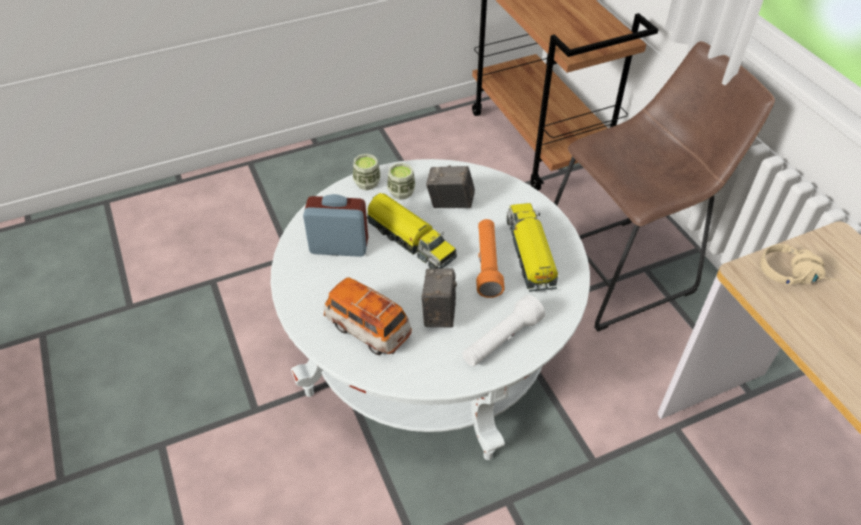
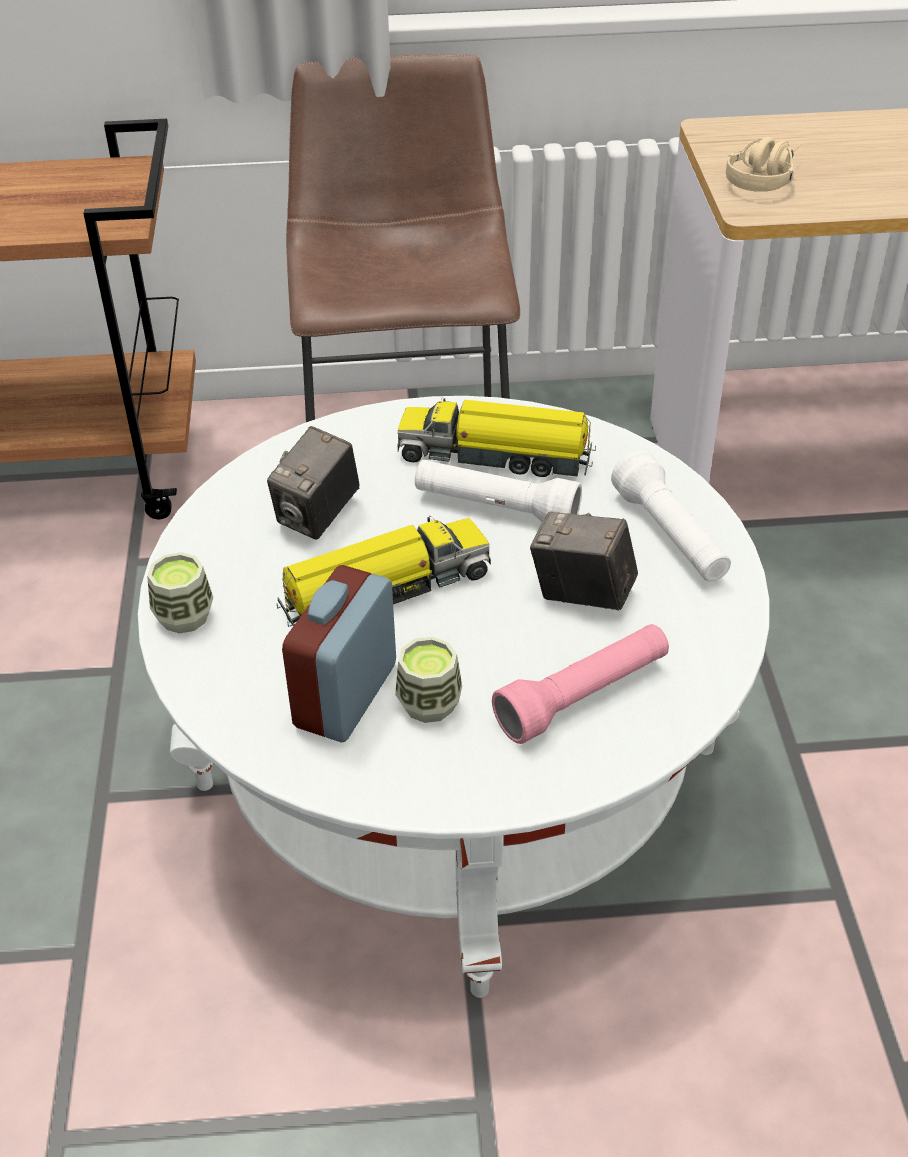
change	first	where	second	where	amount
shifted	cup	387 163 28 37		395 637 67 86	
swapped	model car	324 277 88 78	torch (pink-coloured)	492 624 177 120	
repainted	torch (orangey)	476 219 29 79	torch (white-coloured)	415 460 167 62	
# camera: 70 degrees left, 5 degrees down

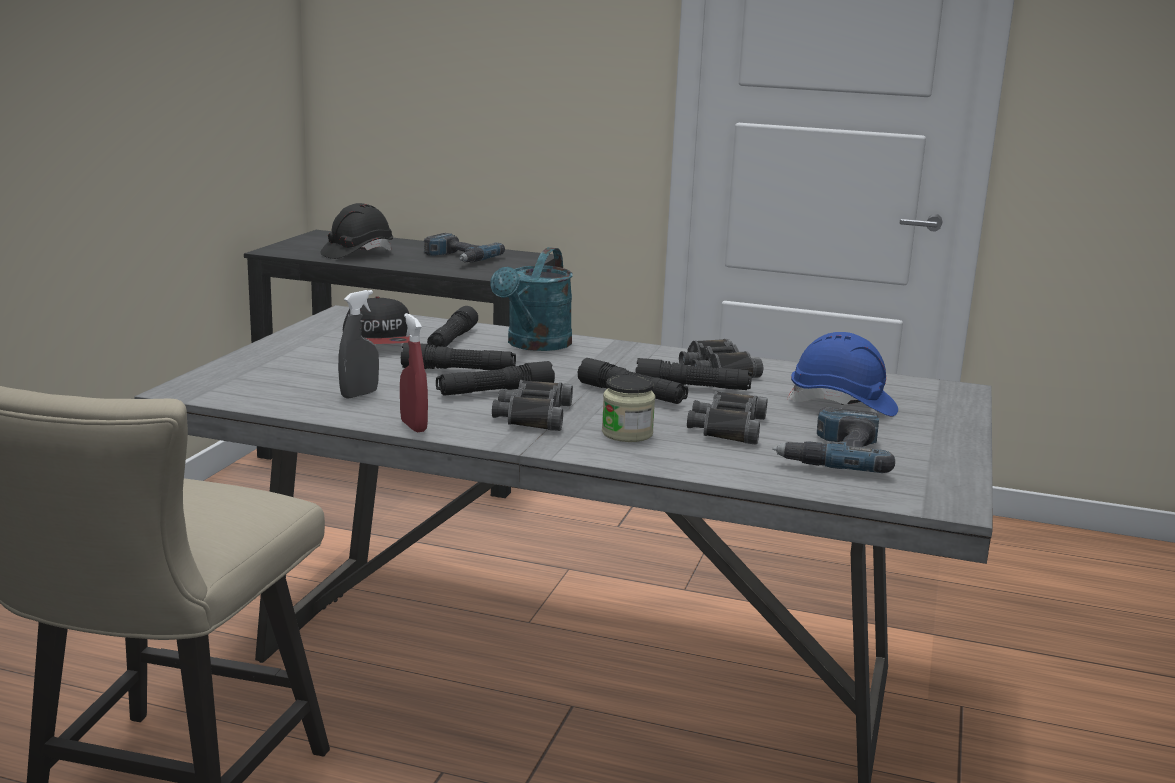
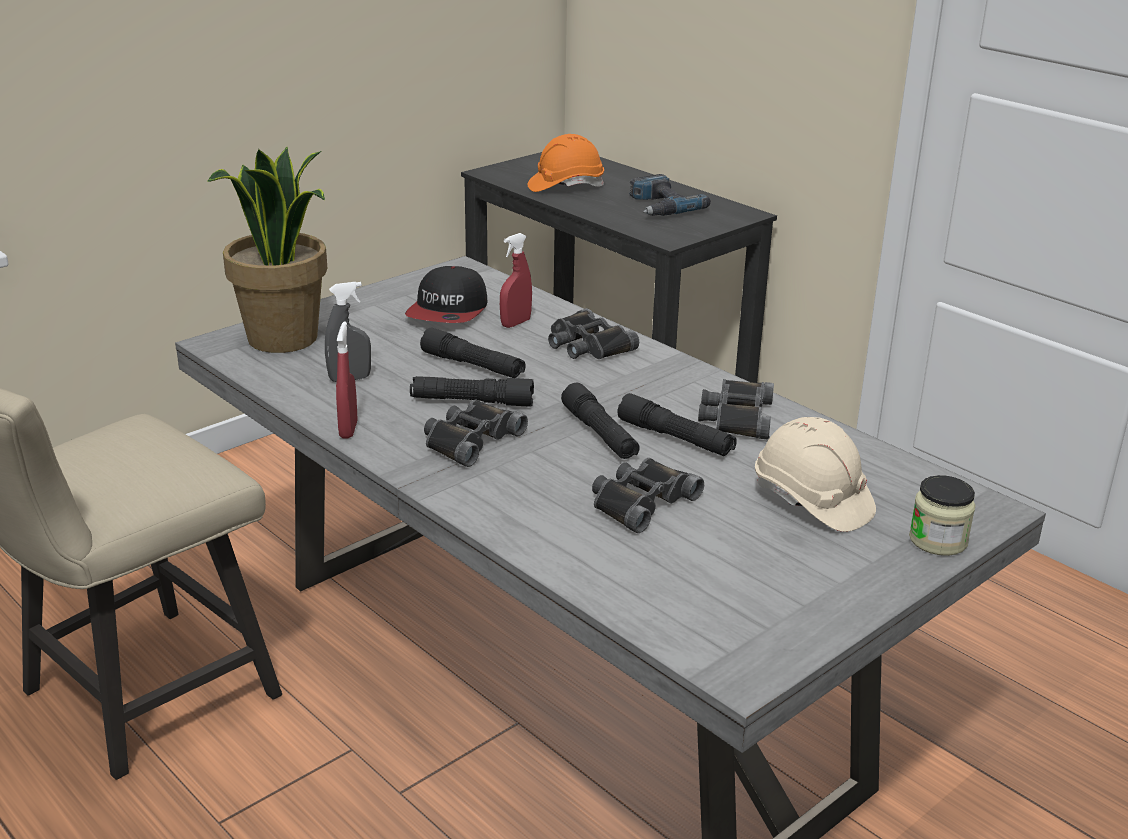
change	first	where	second	where	amount
gone	drill	772 407 123 66			
new			plant in a pot	207 147 120 206	
shifted	preserve jar	602 375 53 67		909 475 67 81	
swapped	torch (black)	427 306 51 42	spray bottle (reddish)	500 233 32 95	
swapped	sprinkling can (turquoise-coloured)	490 247 83 104	field glasses (black)	548 308 91 51	
repainted	safety helmet (black)	321 203 72 56	safety helmet (orangey)	527 134 77 58	
repainted	safety helmet (blue-coloured)	787 332 111 84	safety helmet (beige-coloured)	755 417 121 115	
# camera: 30 degrees right, 10 degrees up

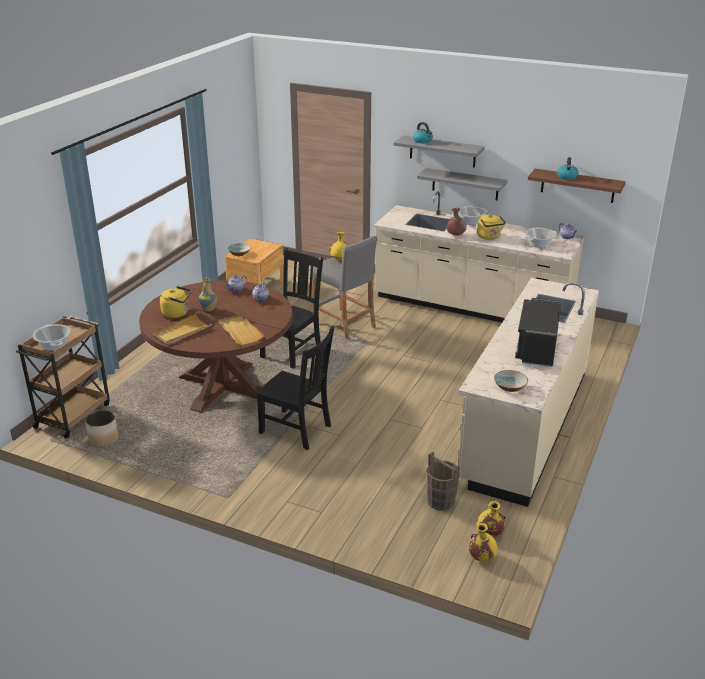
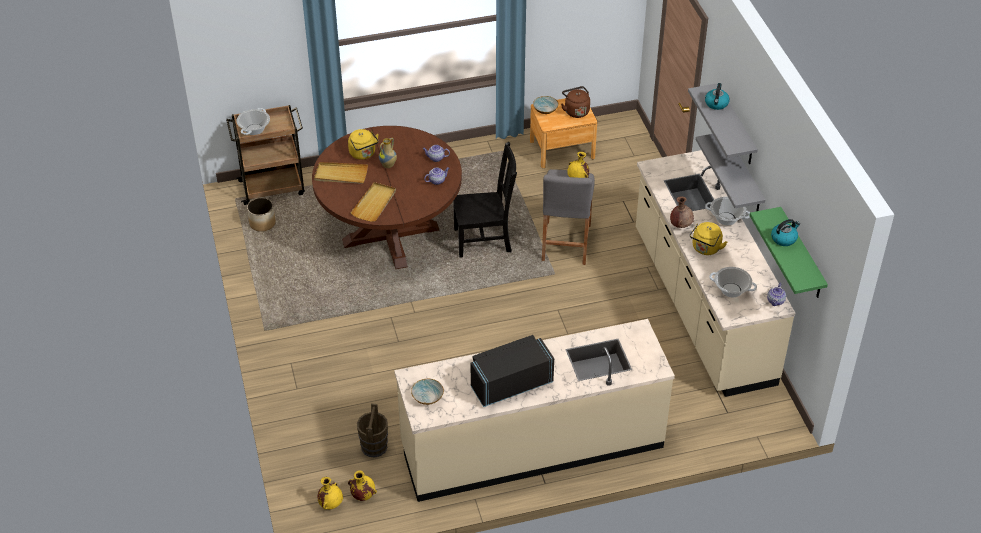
change	first	where	second	where	amount
gone	upright chair (black)	256 327 79 123			
new			kettle (brownish)	561 86 29 32	
repainted	bracket shelf (brownish)	528 169 98 34	bracket shelf (green)	749 207 79 91	
# camera: 50 degrees right, 15 degrees up

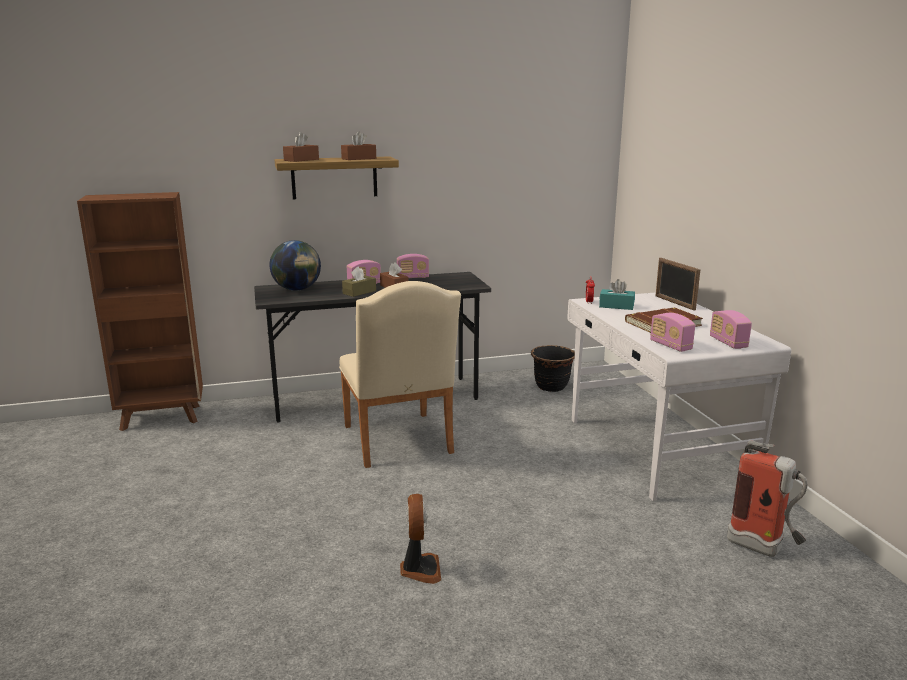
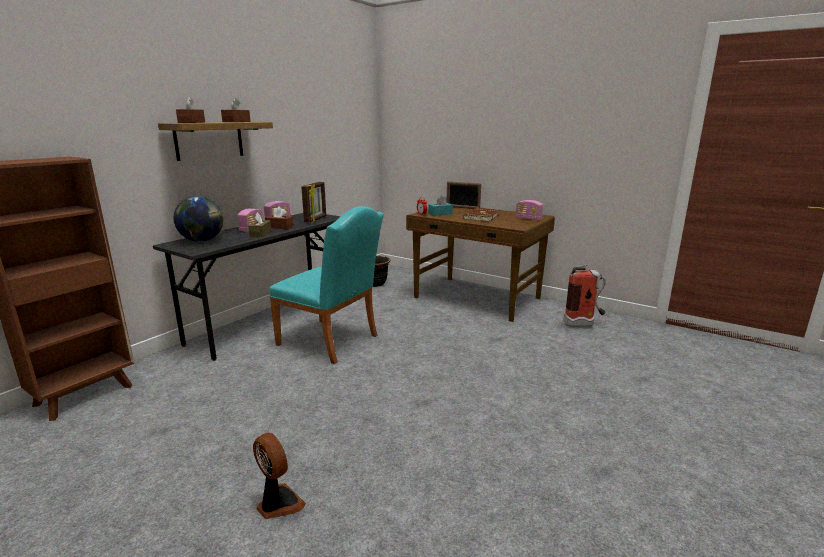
change	first	where	second	where	amount
gone	radio	650 313 45 39			
new			standing frame	301 182 25 41	
shifted	fan	400 494 41 90		253 433 53 86	
repainted	upright chair (beige-coloured)	339 281 122 187	upright chair (turquoise-coloured)	269 206 115 158	
repainted	desk (white-coloured)	567 292 224 209	desk (brownish)	406 207 149 115	
# camera: 40 degrees left, 0 degrees up

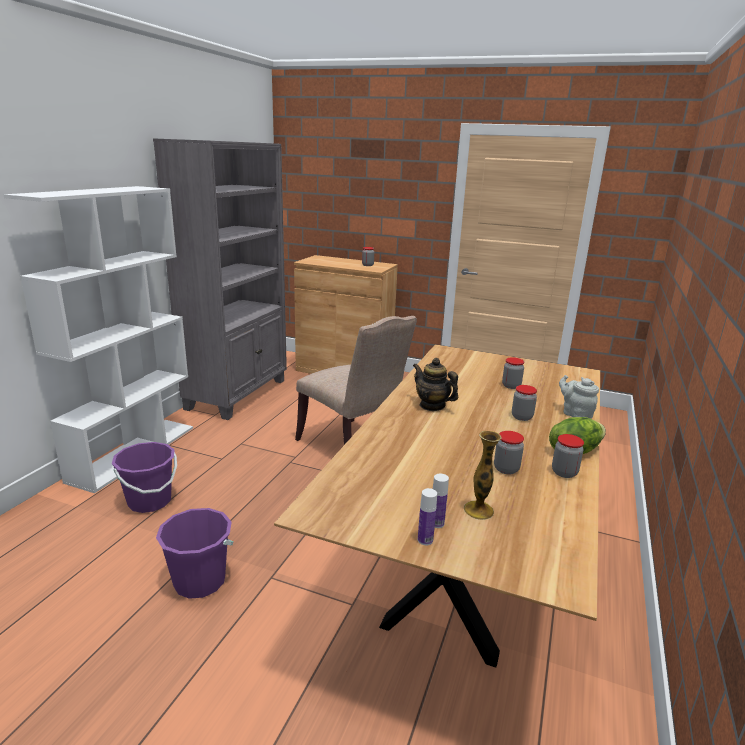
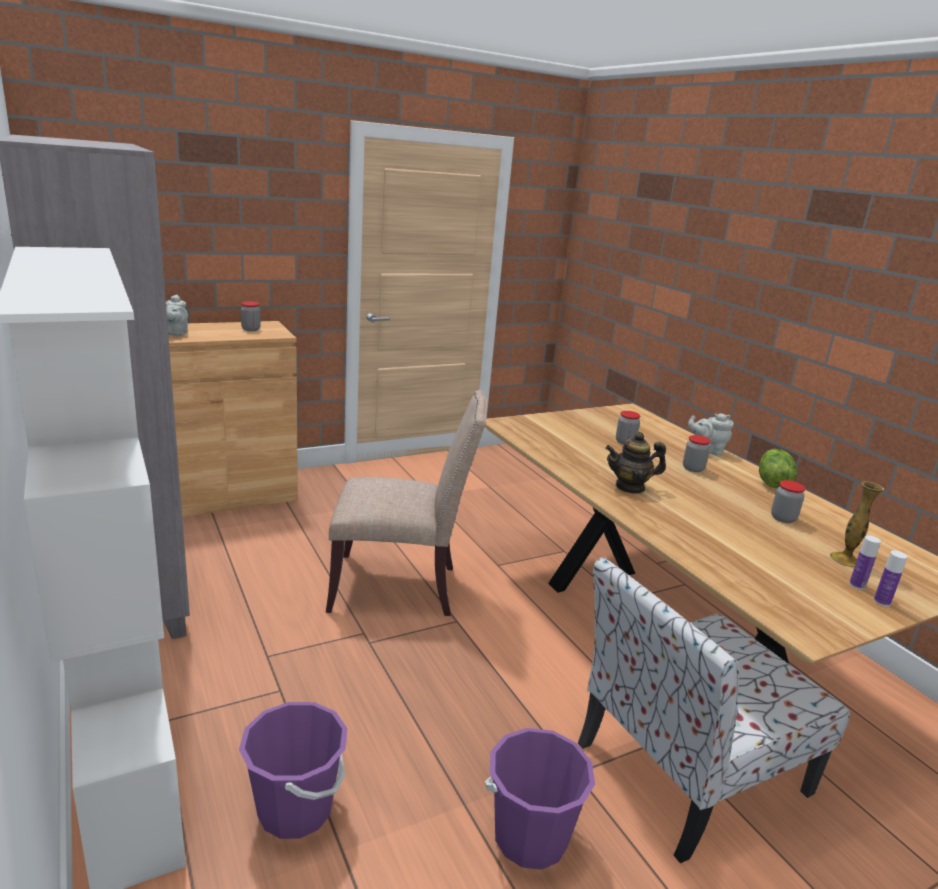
change	first	where	second	where	amount
gone	preserve jar	552 434 32 44			
new			tea pot (grey)	166 295 22 41	
new			upright chair	578 557 272 306	
# camera: 50 degrees left, 0 degrees up

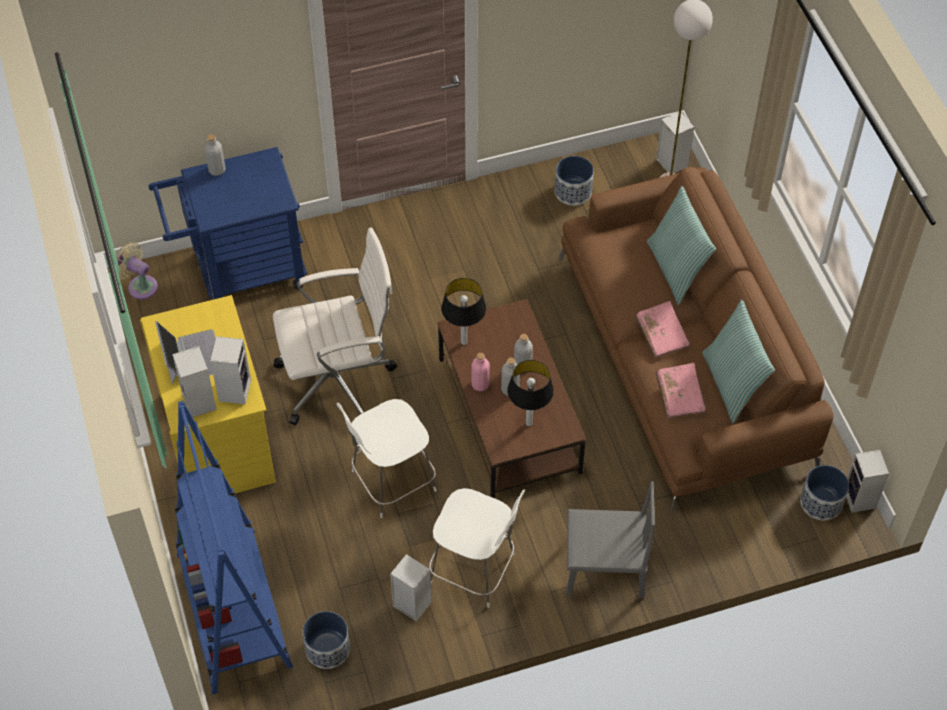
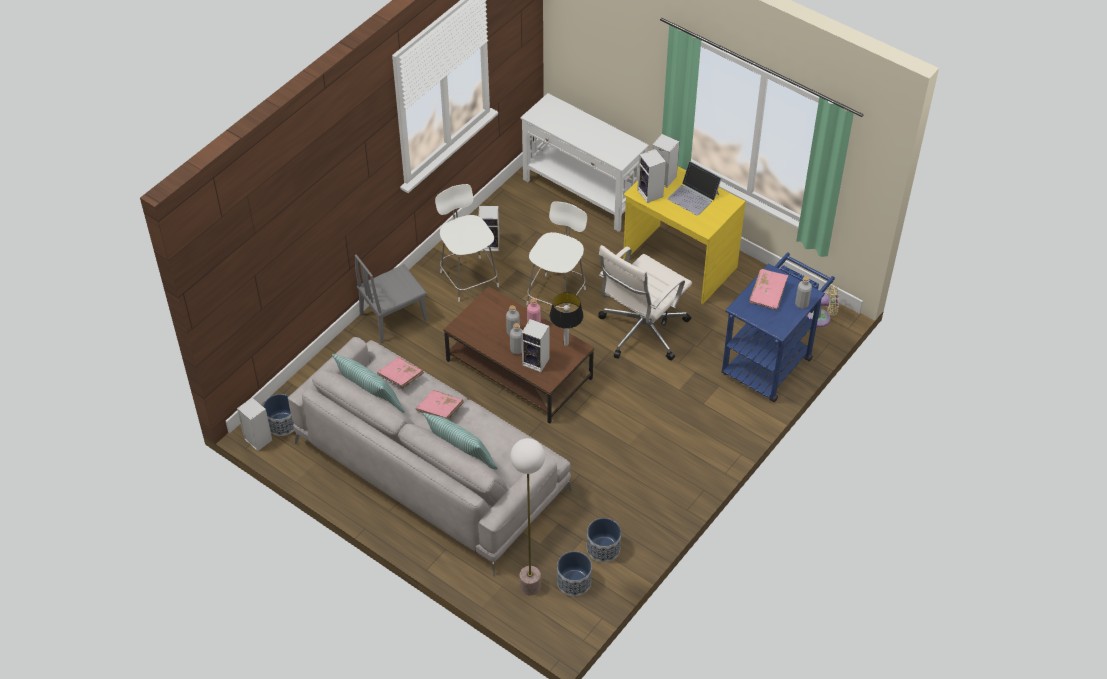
change	first	where	second	where	amount
gone	table lamp	507 360 47 66			
new			book (pink-coloured)	749 269 39 41	
shifted	planter	302 611 48 58		557 551 35 45	
shifted	loudspeaker	656 112 38 61		522 319 27 53	
swapped	bookshelf (blue-coloured)	175 401 118 293	hall table (white-coloured)	521 93 128 139	
repainted	settee (brownish)	559 167 275 346	settee (grey)	288 337 284 239	
rotated	upright chair (white-coloured)	429 488 96 120		435 184 64 118	75 degrees clockwise
# camera: 145 degrees right, 5 degrees down

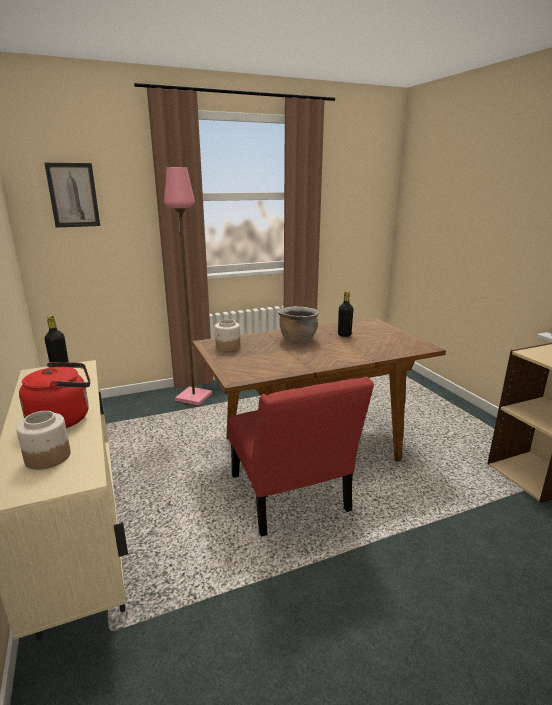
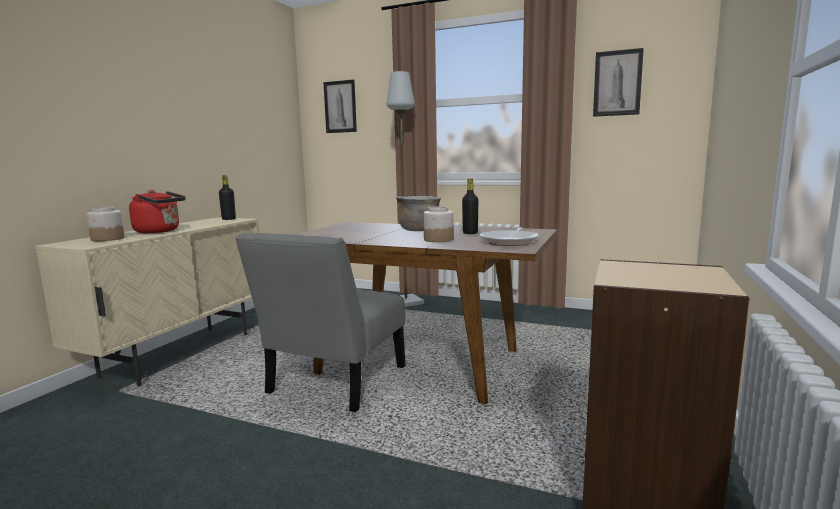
change	first	where	second	where	amount
new			frying pan	480 227 59 19	
new			wall art	593 48 51 69	
shifted	preserve jar	215 319 25 32		423 206 31 36	
repainted	floor lamp (pink-coloured)	164 167 48 238	floor lamp (grey)	386 71 38 236	
repainted	upright chair (reddish)	228 376 146 161	upright chair (grey)	235 233 170 179	
# camera: 45 degrees right, 10 degrees down

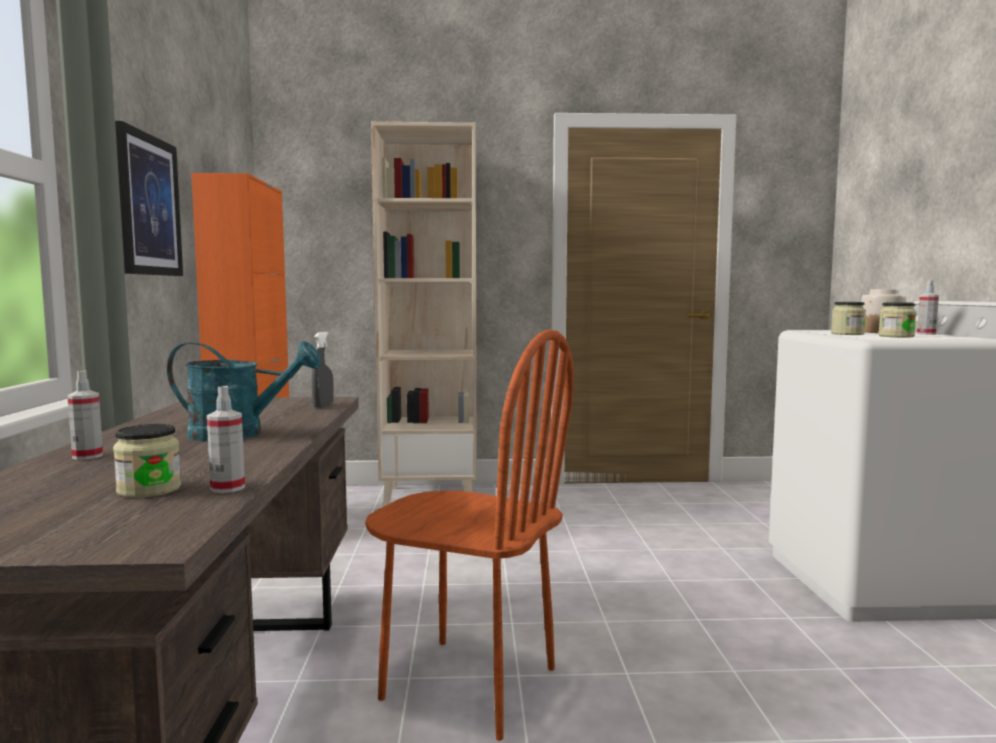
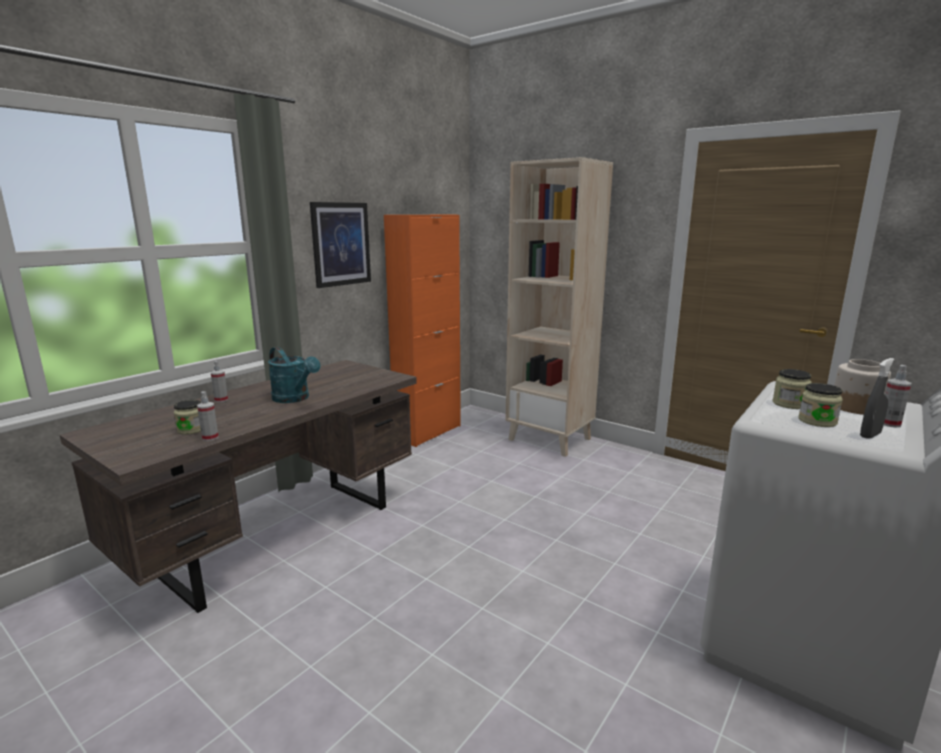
change	first	where	second	where	amount
gone	upright chair (brownish)	365 329 209 412			
shifted	spray bottle (grey)	311 332 23 76		860 358 35 81	
# camera: 40 degrees right, 10 degrees up

